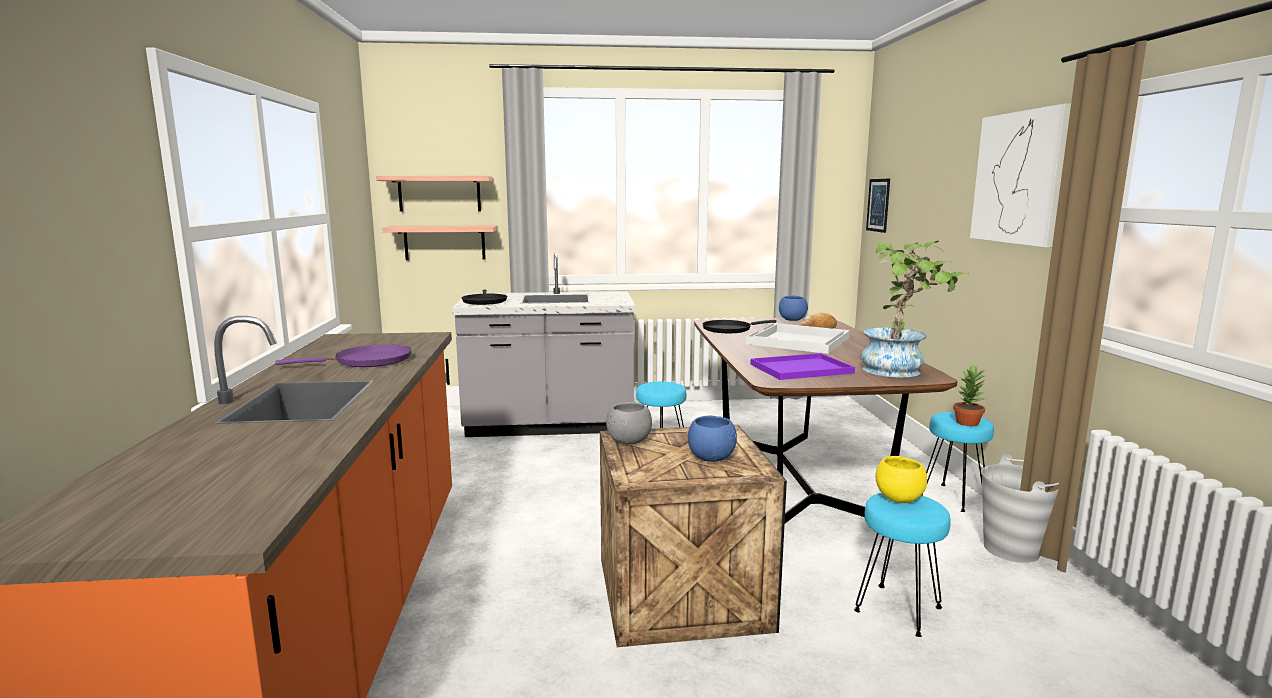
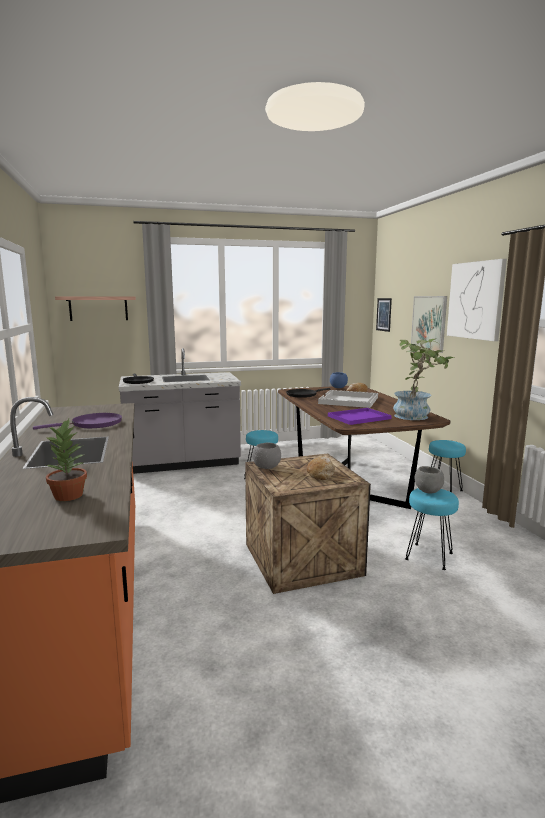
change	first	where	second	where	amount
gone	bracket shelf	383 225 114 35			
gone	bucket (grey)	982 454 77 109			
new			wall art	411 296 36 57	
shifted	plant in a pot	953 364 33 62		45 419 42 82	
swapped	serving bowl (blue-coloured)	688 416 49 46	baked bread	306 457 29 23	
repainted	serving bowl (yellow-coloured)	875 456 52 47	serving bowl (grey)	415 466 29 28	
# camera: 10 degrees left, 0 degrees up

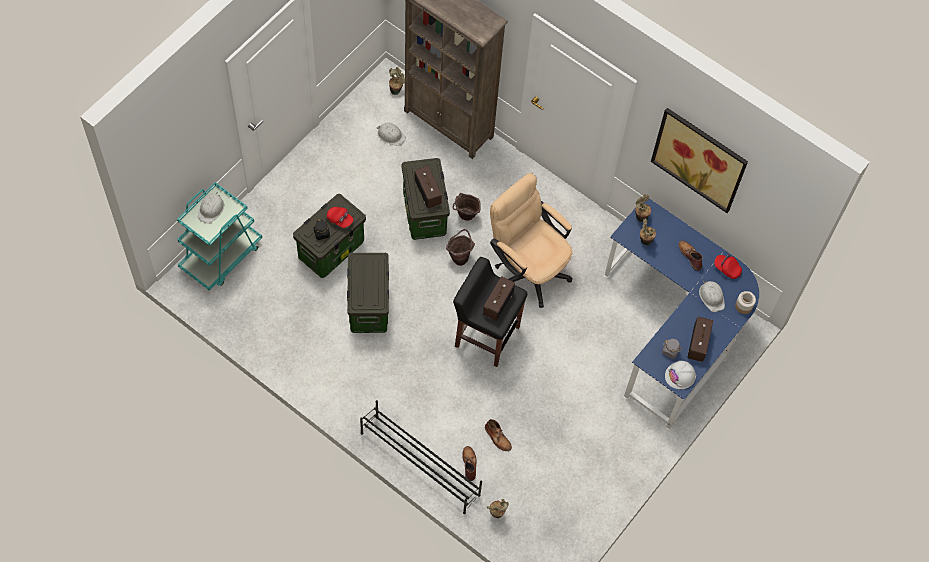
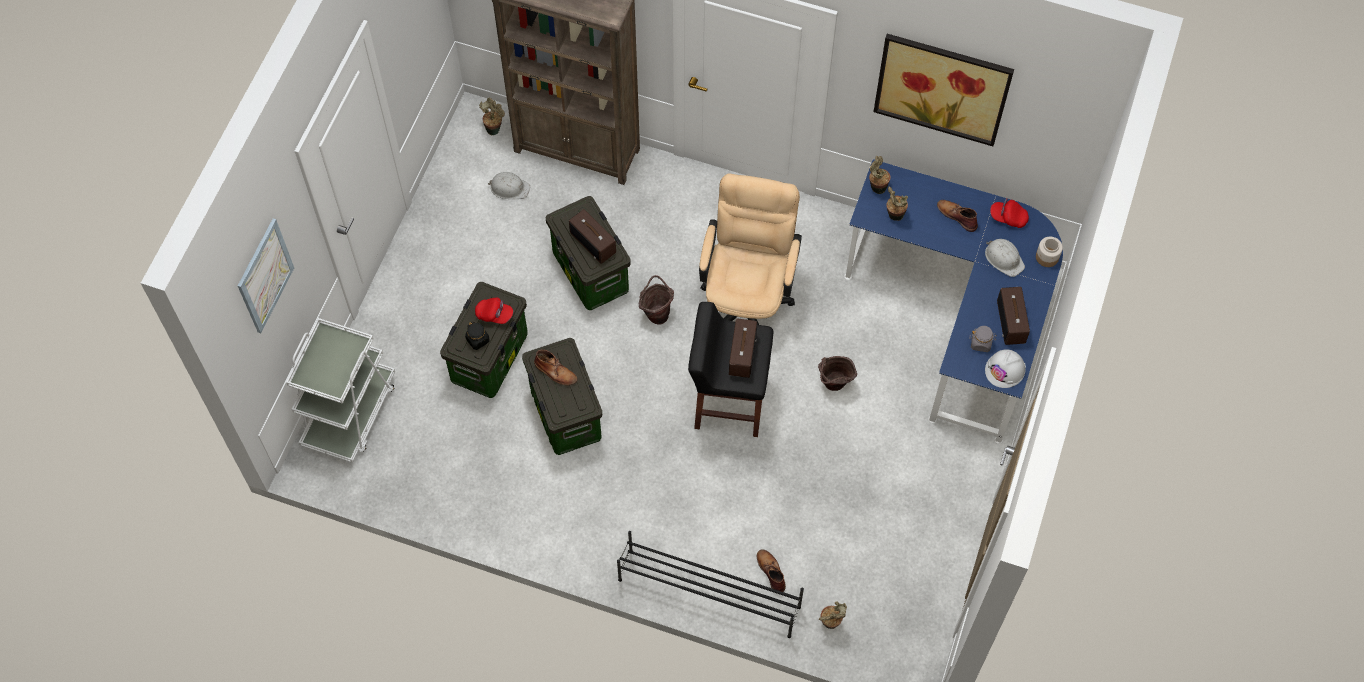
change	first	where	second	where	amount
gone	safety helmet (white-coloured)	198 192 26 32			
new			wall art	238 219 56 114	
shifted	bucket (brownish)	453 193 28 28		818 356 39 35	
shifted	boot (brownish)	485 419 27 32		534 350 43 35	
repainted	wheeled cart (turquoise-coloured)	177 182 85 109	wheeled cart (white-coloured)	286 318 109 145	
rotated	computer chair (beige-coloured)	490 173 82 135		699 174 103 151	75 degrees clockwise
# camera: 15 degrees left, 0 degrees up

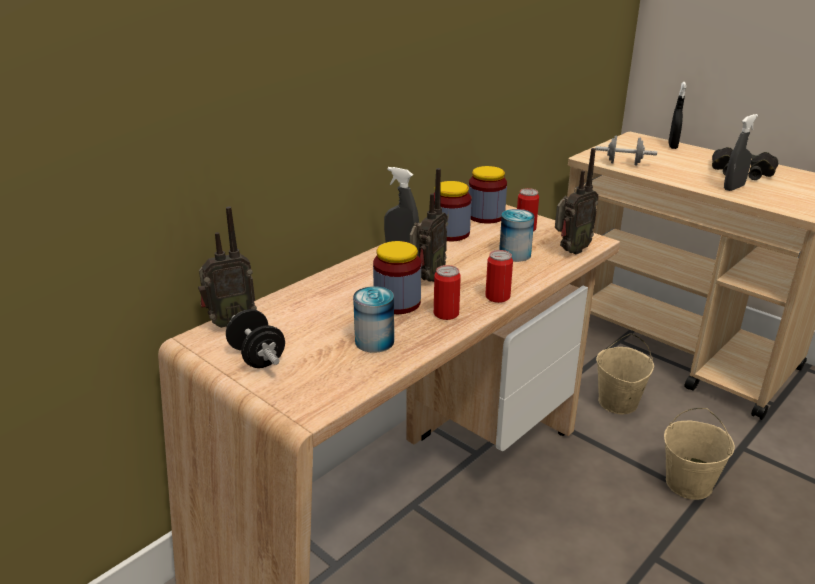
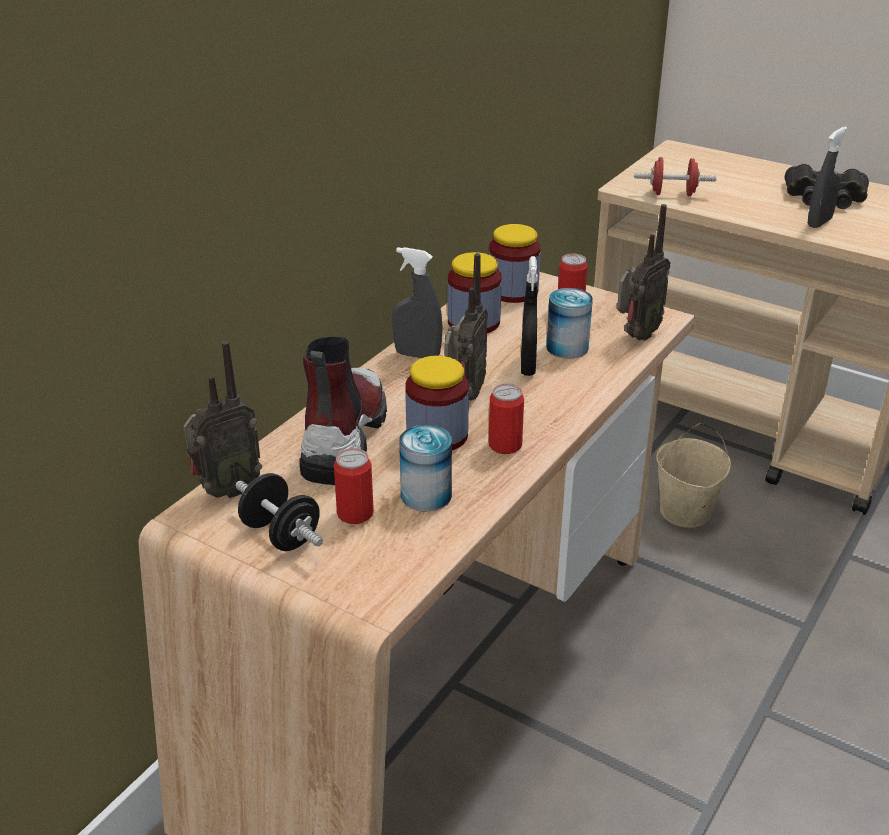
change	first	where	second	where	amount
gone	bucket (beige-coloured)	664 408 71 92			
new			boot	299 337 88 148	
shifted	metal can	485 250 28 53		334 448 40 76	
shifted	spray bottle (black)	668 82 18 67		521 256 17 120	
repainted	free weight (grey)	595 136 62 30	free weight (reddish)	634 157 83 39	
# camera: 10 degrees left, 5 degrees up

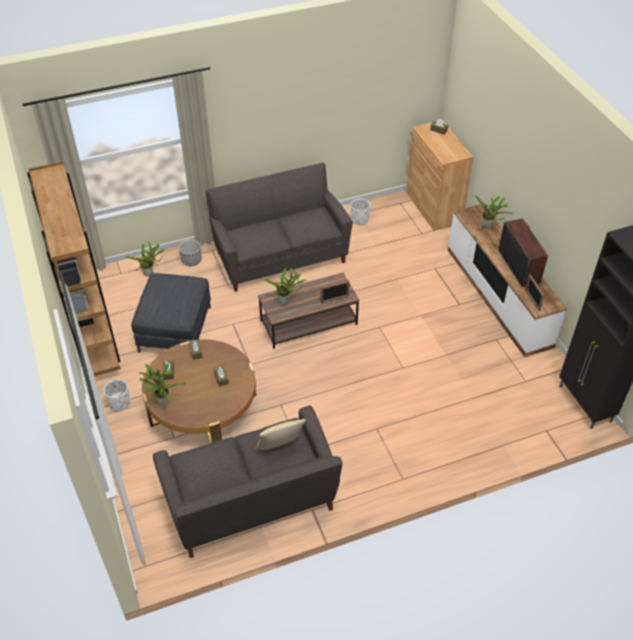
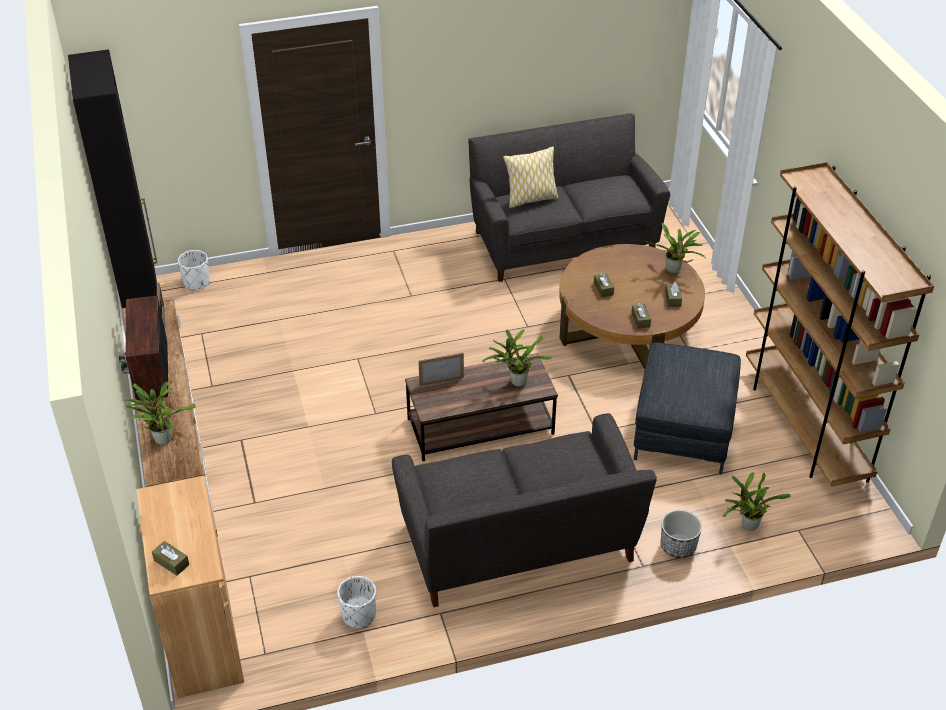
change	first	where	second	where	amount
shifted	planter (white-coloured)	104 379 26 33		178 250 32 41	
# camera: 175 degrees left, 5 degrees down

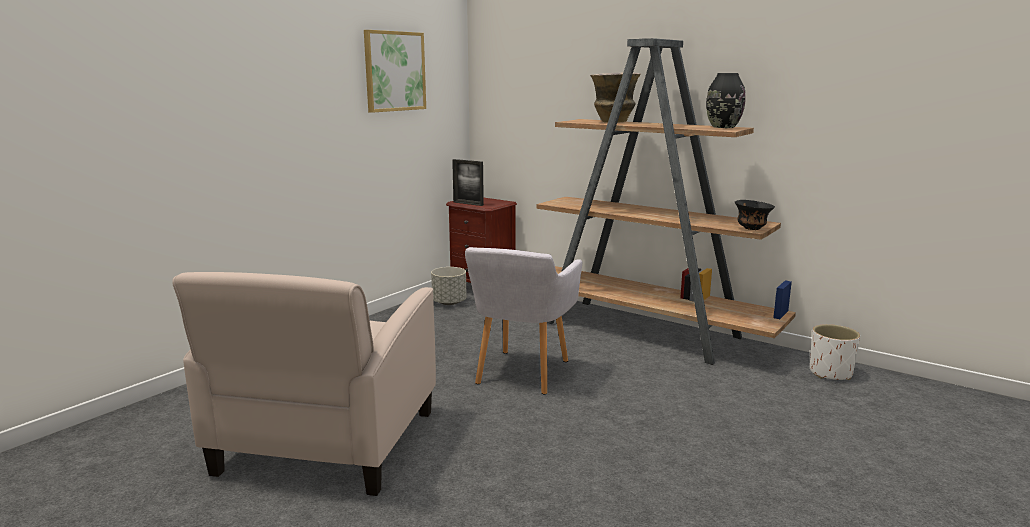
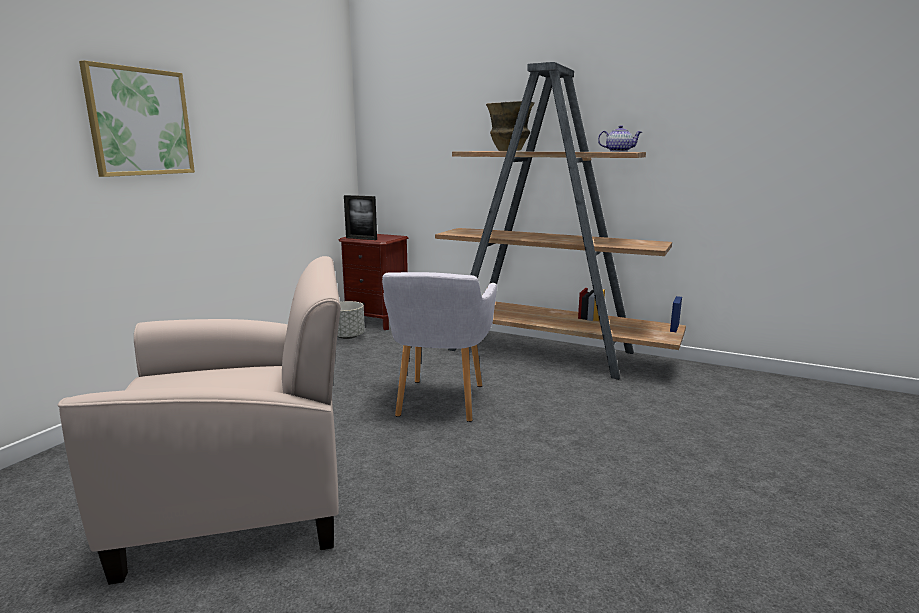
change	first	where	second	where	amount
gone	serving bowl (black)	735 200 40 30			
gone	planter (white-coloured)	810 324 50 56			
shifted	wall art	364 30 62 83		79 60 116 117	
swapped	flower vase (black)	706 73 40 55	tea pot	598 125 44 27	
rotated	lounge chair (beige-coloured)	172 272 264 224		58 256 283 329	105 degrees counterclockwise
# camera: 10 degrees left, 0 degrees up

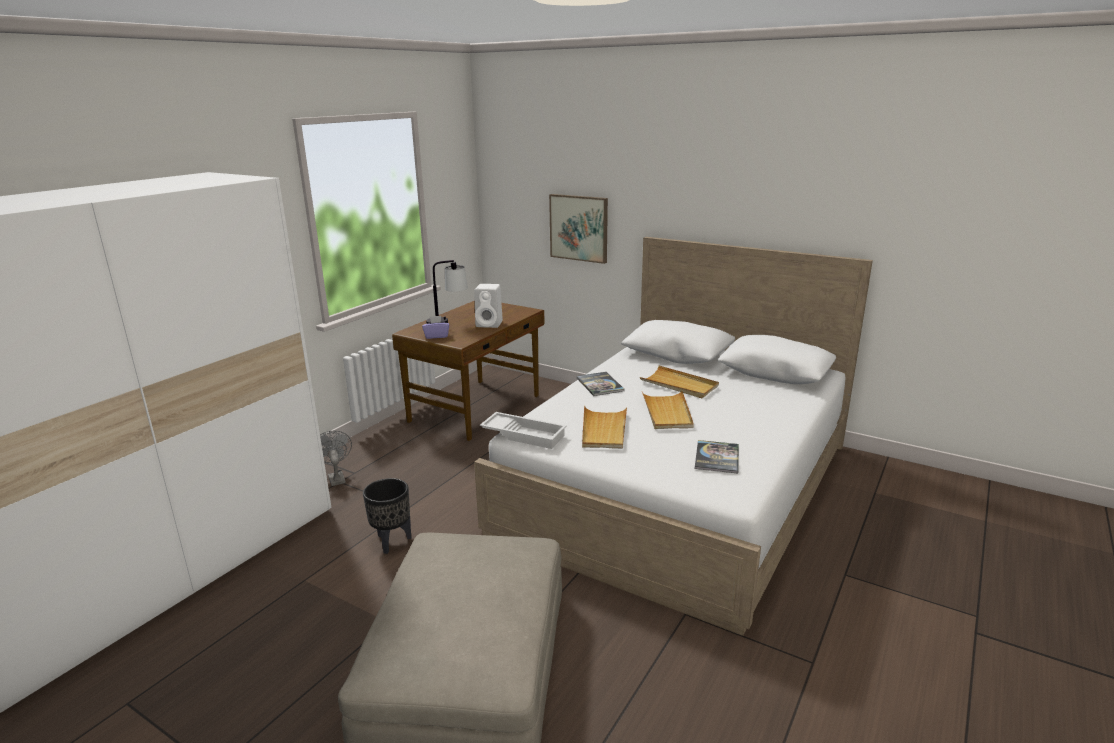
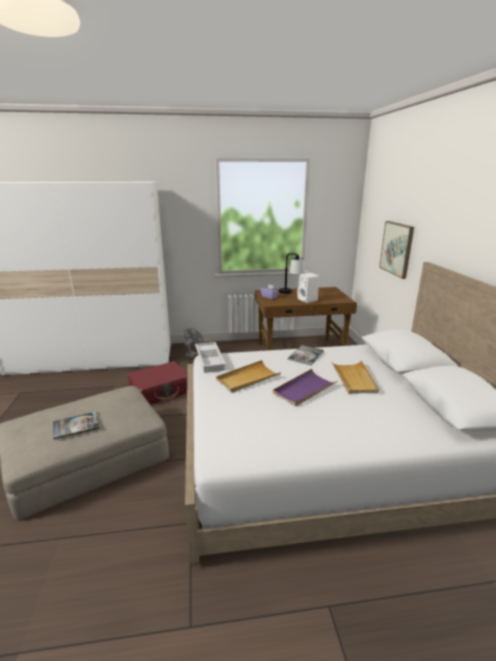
change	first	where	second	where	amount
shifted	book	695 440 44 34		53 412 47 28	
swapped	planter (black)	363 478 48 76	suitcase (reddish)	128 361 59 43	
repainted	tray (beige-coloured)	642 390 52 39	tray (purple)	273 369 65 37	
# camera: 50 degrees right, 0 degrees up

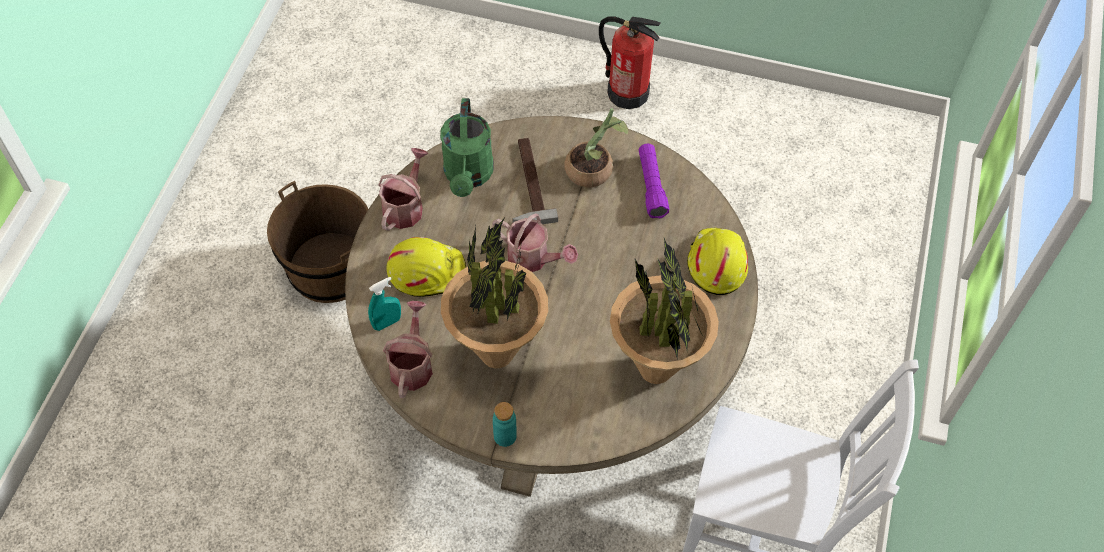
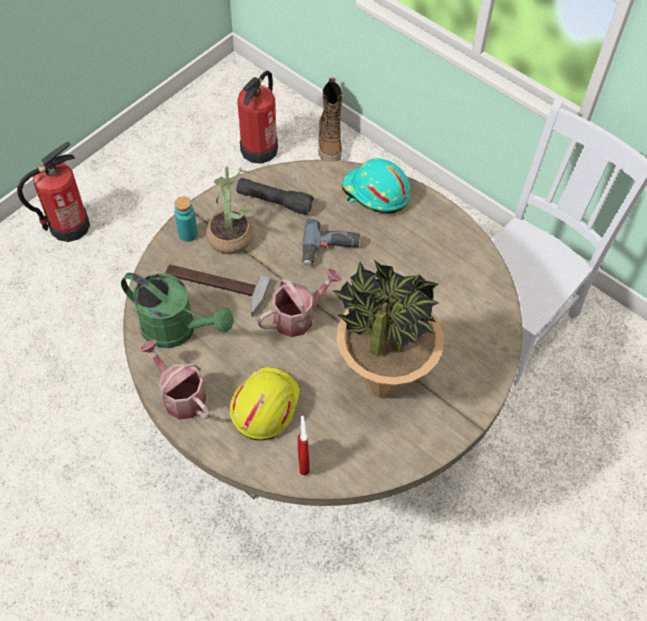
change	first	where	second	where	amount
gone	bucket (brownish)	267 181 101 122			
gone	sprinkling can	383 301 50 97			
gone	plant in a pot	610 238 109 146			
new			fire extinguisher	237 71 41 93	
new			drill	302 219 58 47	
new			boot	318 78 26 83	
shifted	bottle (turquoise-coloured)	493 402 24 45		175 196 23 46	
repainted	spray bottle (turquoise-coloured)	368 277 33 54	spray bottle (reddish)	298 416 12 59	
repainted	torch (purple)	639 144 31 74	torch (black)	236 178 77 37	
repainted	safety helmet (yellow-coloured)	687 228 61 67	safety helmet (turquoise-coloured)	342 158 68 55	
# camera: 65 degrees left, 0 degrees up

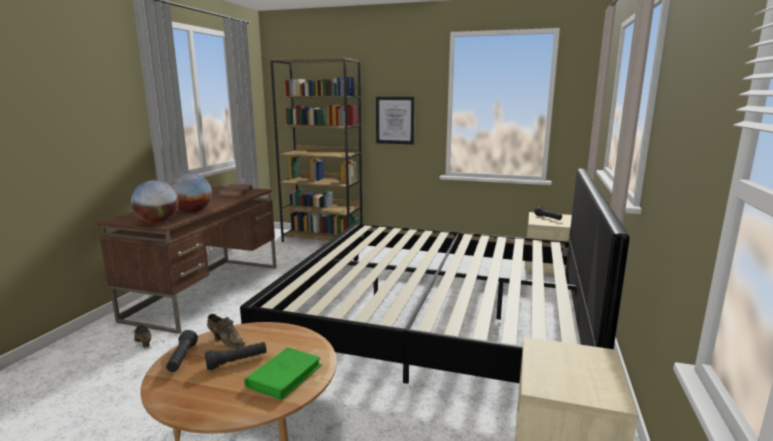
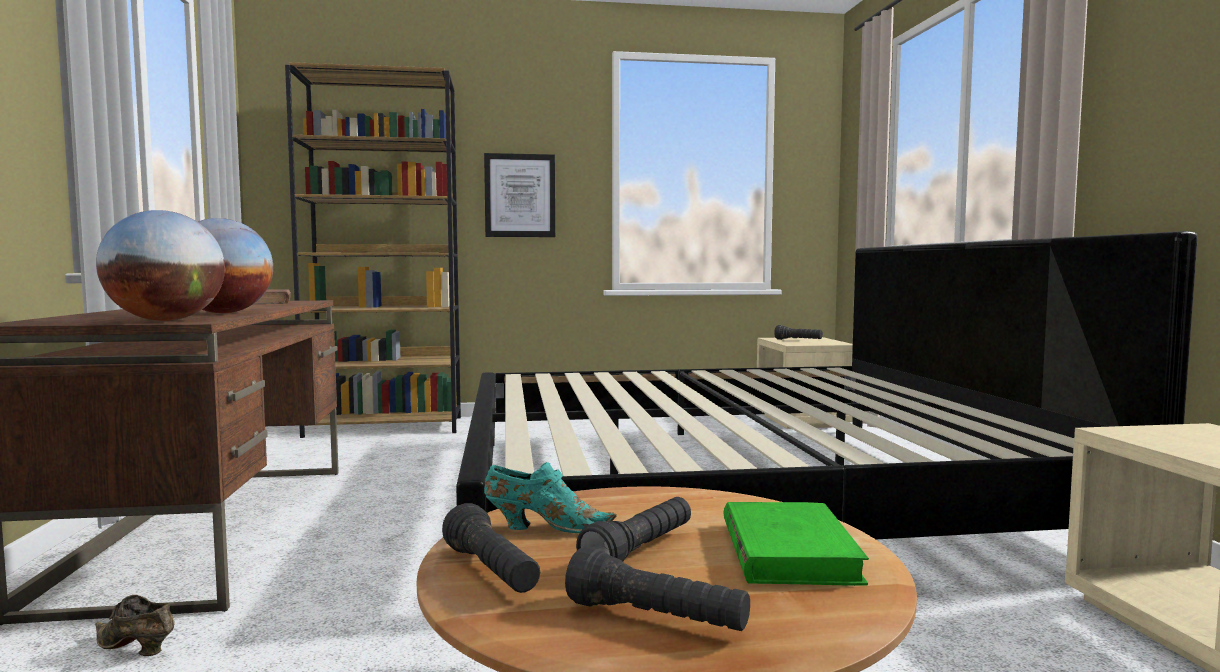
change	first	where	second	where	amount
new			torch (black)	565 546 185 85	
repainted	item of footwear (brownish)	207 314 38 34	item of footwear (turquoise-coloured)	484 462 132 71	
# camera: 25 degrees left, 10 degrees down

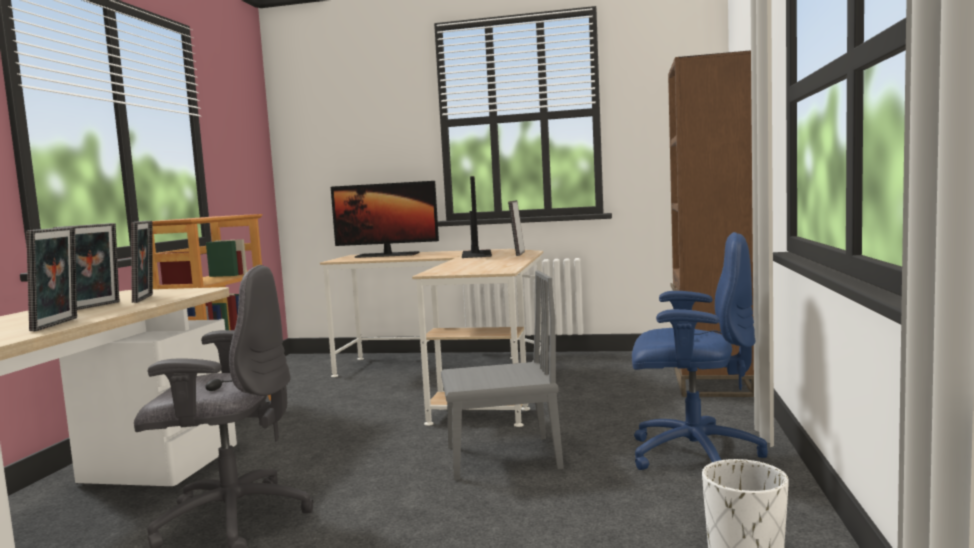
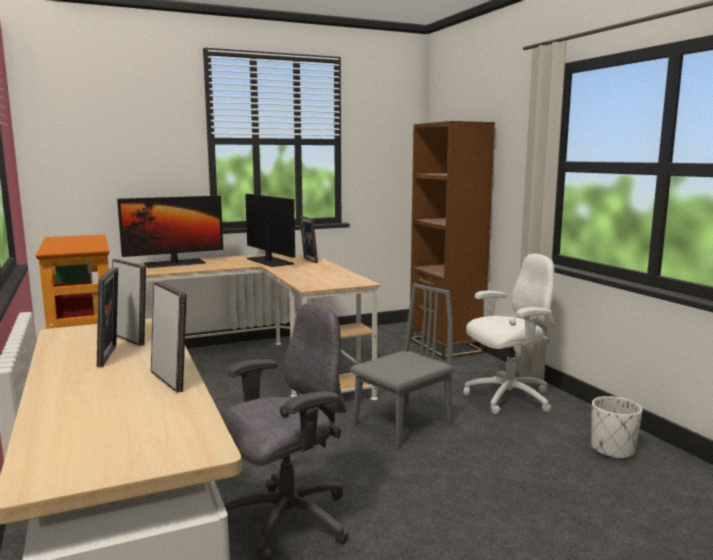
change	first	where	second	where	amount
repainted	computer chair (blue-coloured)	632 232 136 238	computer chair (white-coloured)	464 254 91 160	
# camera: 35 degrees left, 5 degrees up

